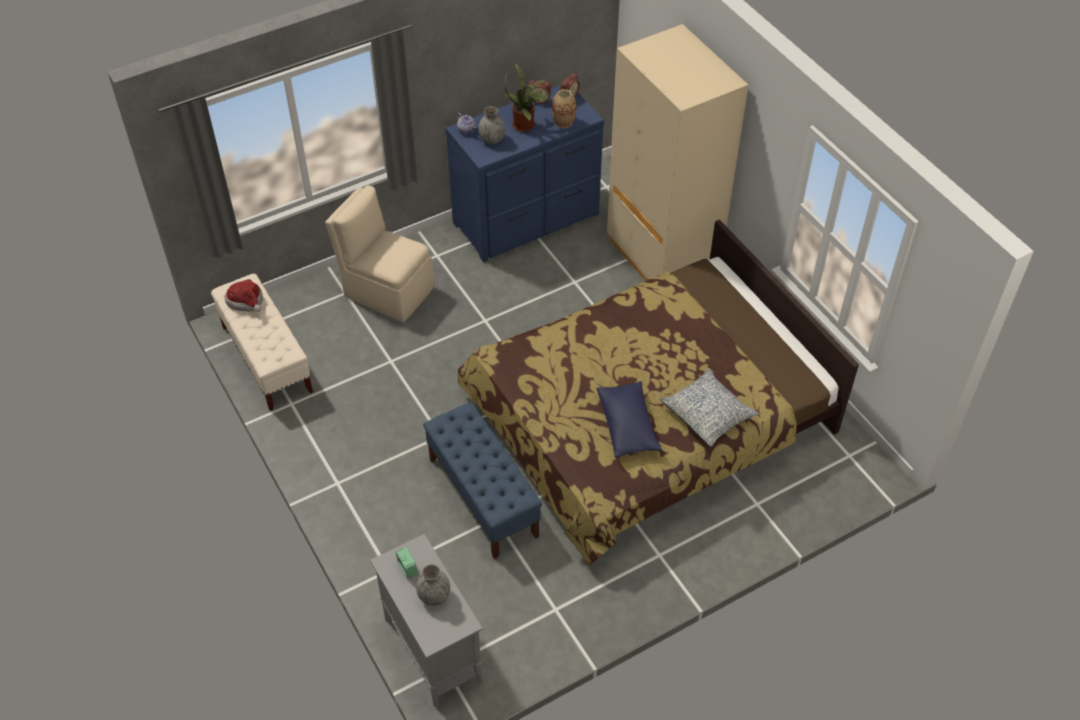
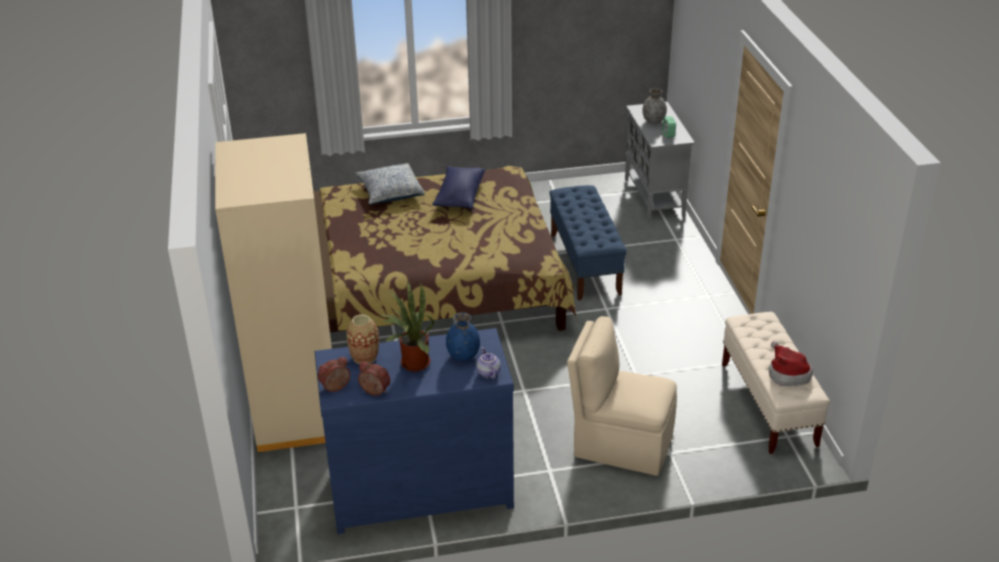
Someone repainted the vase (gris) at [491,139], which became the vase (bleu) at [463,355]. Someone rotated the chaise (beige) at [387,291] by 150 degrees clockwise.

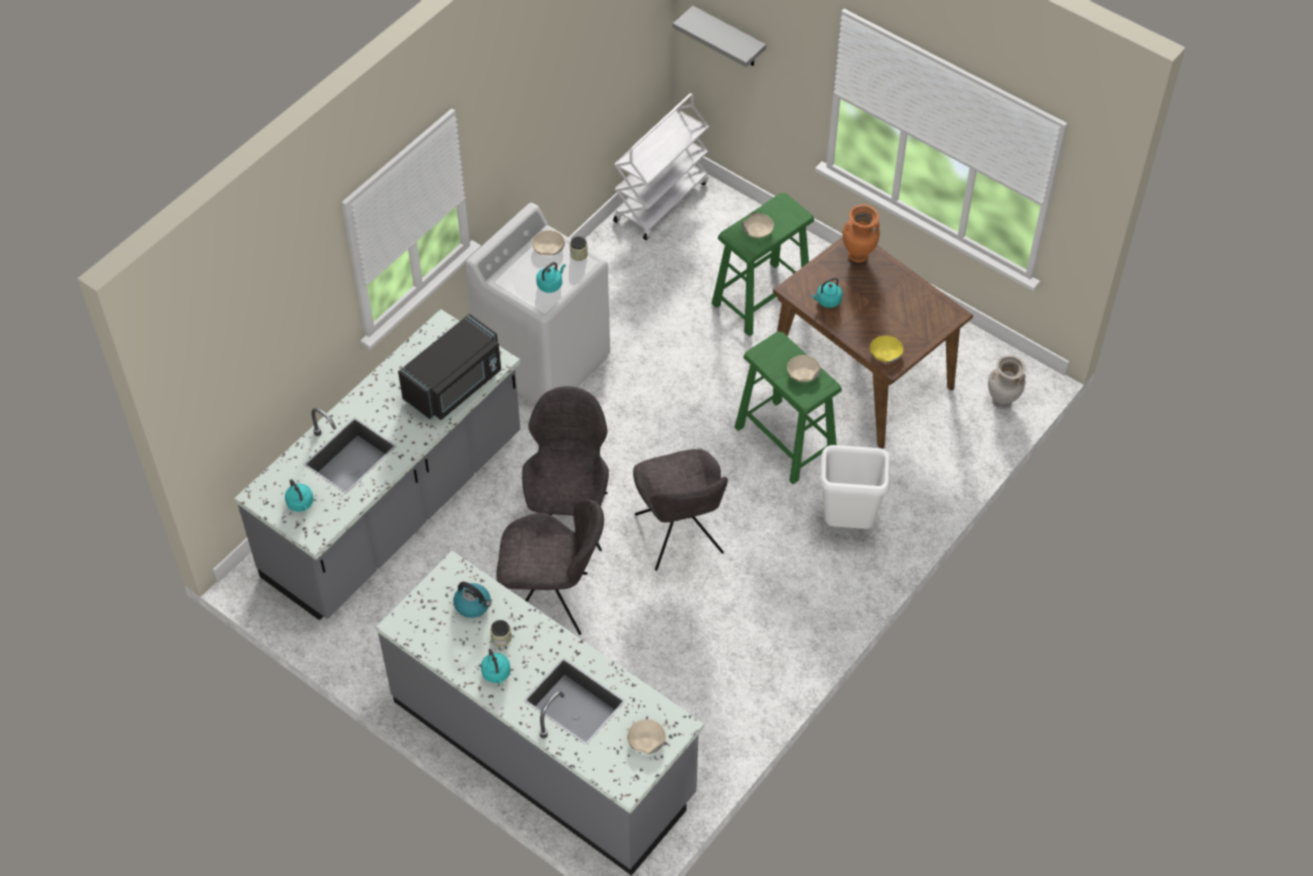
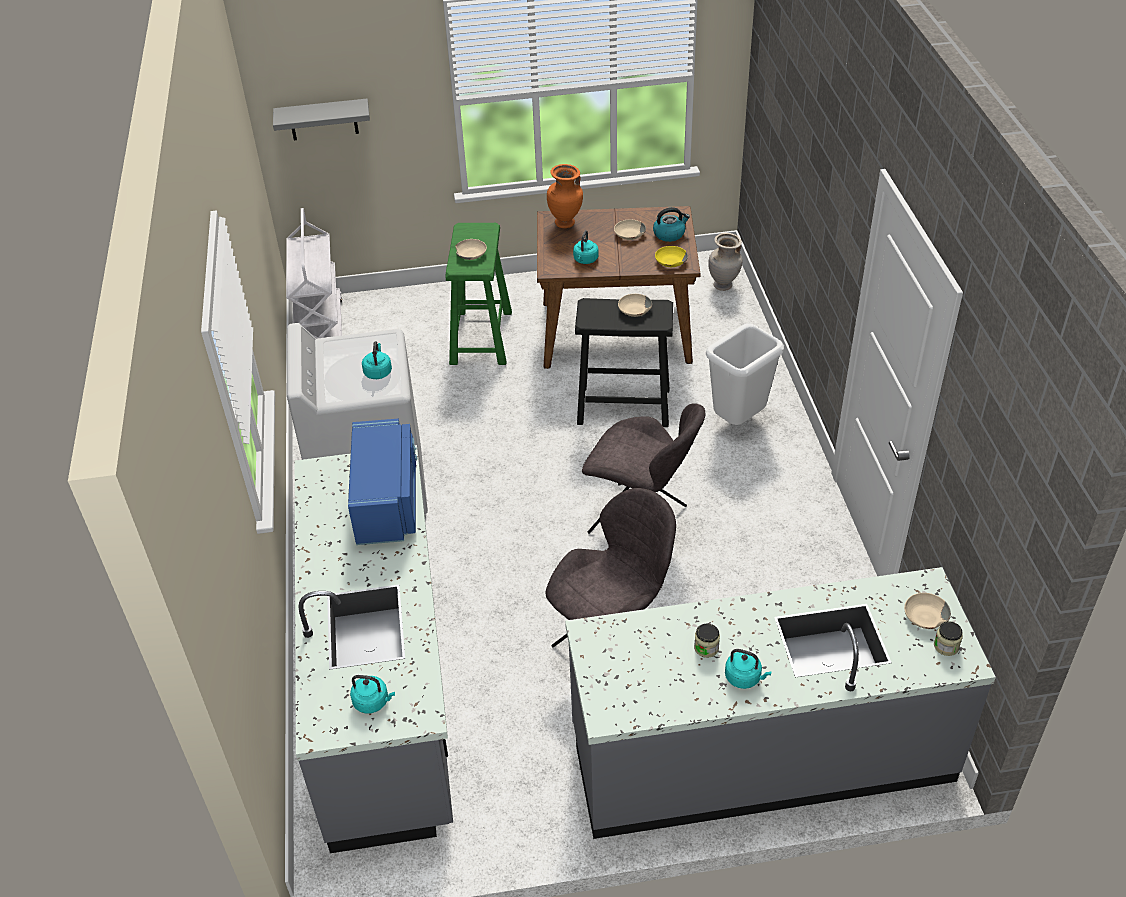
Someone repainted the micro-ondes (noir) at [455,385], which became the micro-ondes (bleu) at [388,502]. Someone repainted the tabouret (vert) at [785,440], which became the tabouret (noir) at [623,406]. Someone carried the bol (beige) from [548,247] to [629,234]. Someone carried the bouilloire from [473,605] to [669,234]. Someone carried the bocal from [578,254] to [946,646]. Someone took away the chaise (gris) at [570,516].

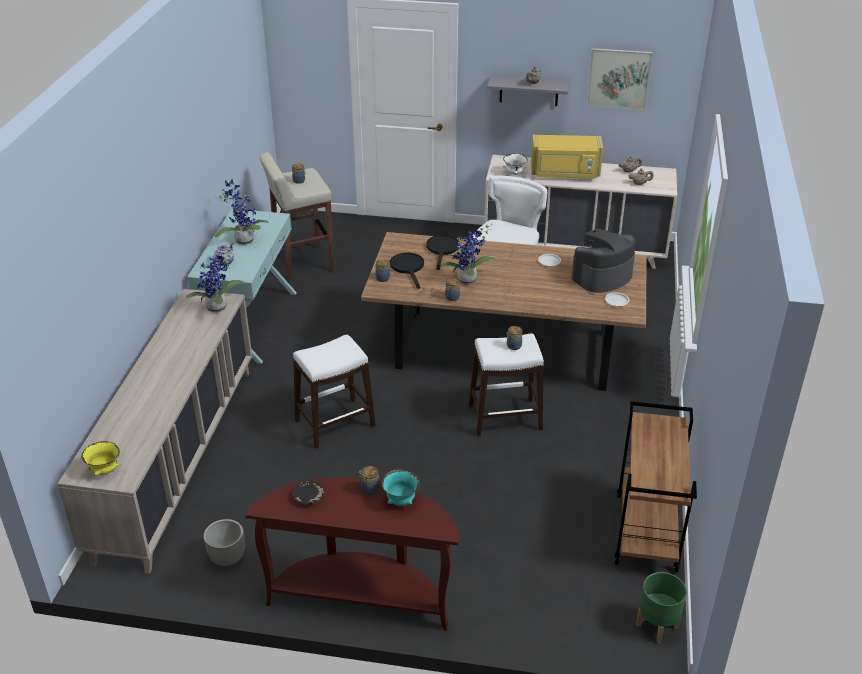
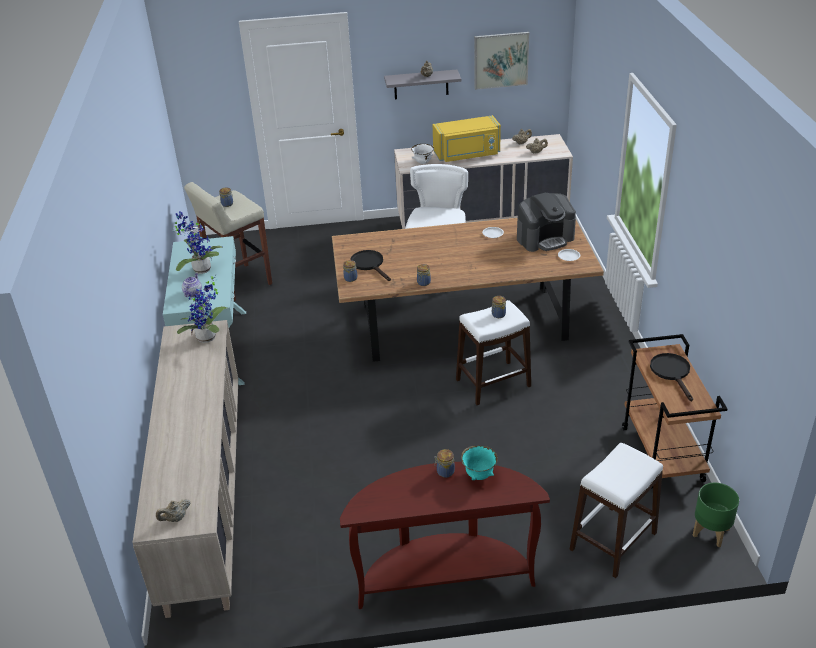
Someone swapped the bol (jaune) at [104,471] for the théière (beige) at [176,518]. Someone rotated the machine à café at [602,277] by 150 degrees counterclockwise. Someone carried the tabouret (blanc) from [334,423] to [612,541]. Someone carried the poêle (noir) from [442,250] to [672,373]. Someone took away the cache-pot at [227,558]. Someone took away the assiette (noir) at [308,497]. Someone took away the plante en pot at [468,281].

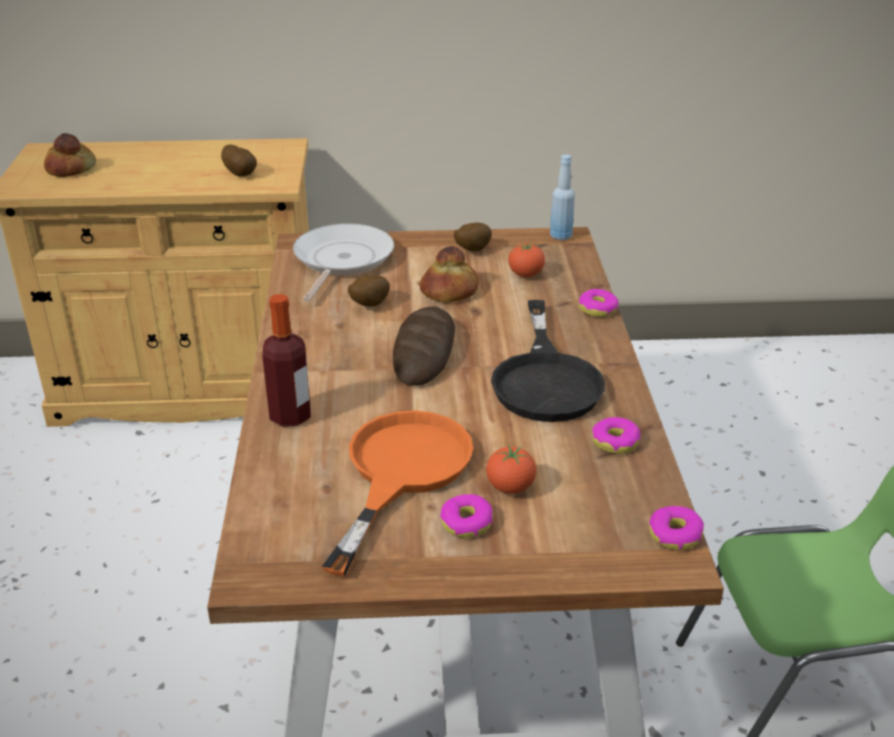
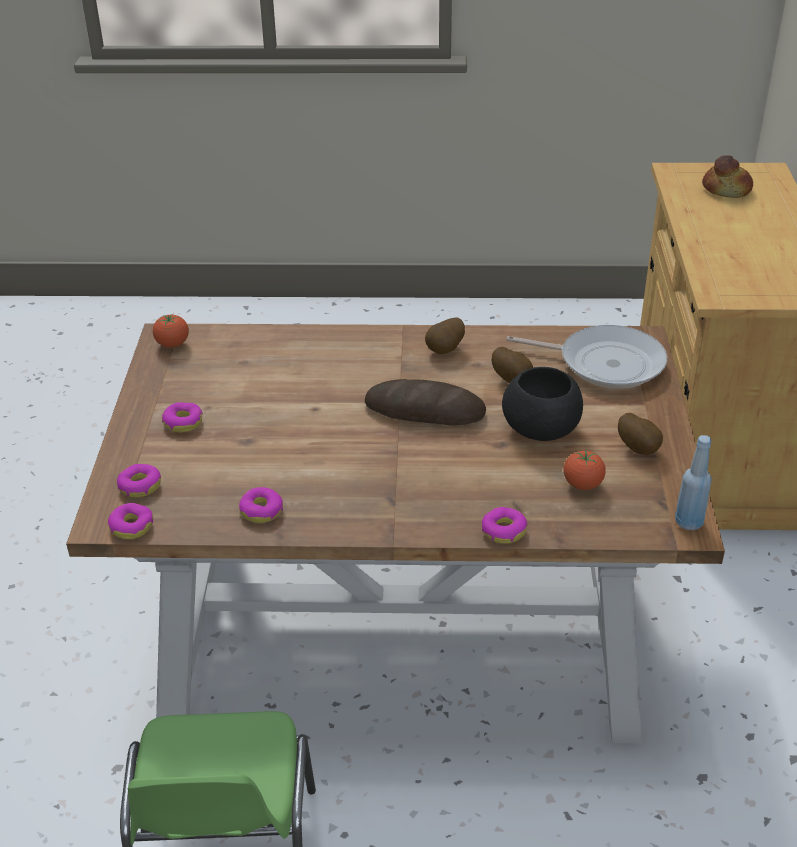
Someone put down the beignet at [139,486]. Someone carried the tomate from [510,487] to [172,344]. Someone carried the pomme de terre from [241,174] to [446,350]. Someone swapped the pain at [449,291] for the bol (noir) at [541,429]. Someone took away the bouteille at [290,416]. Someone took away the poêle (orange) at [401,472]. Someone took away the poêle (noir) at [546,379].

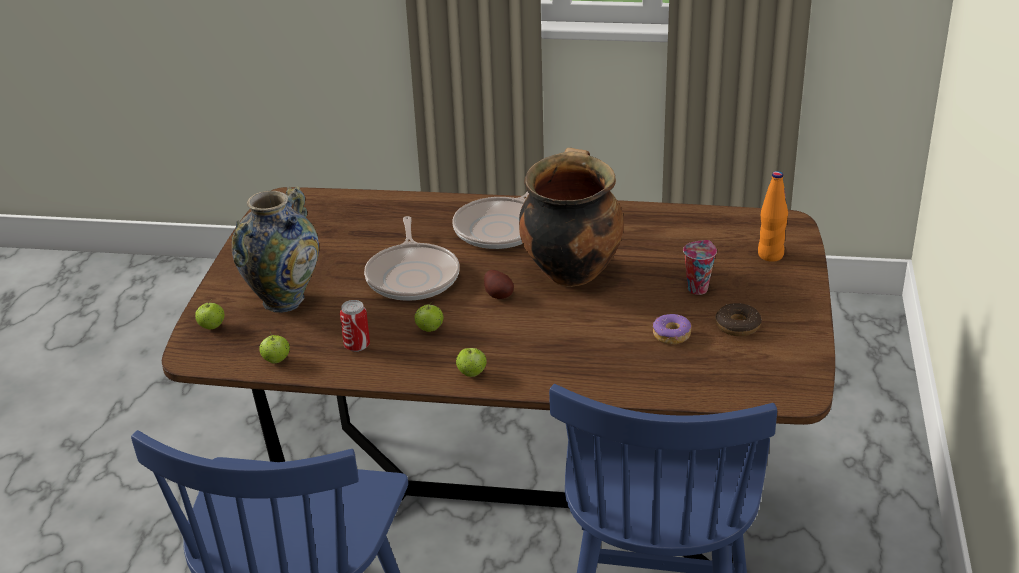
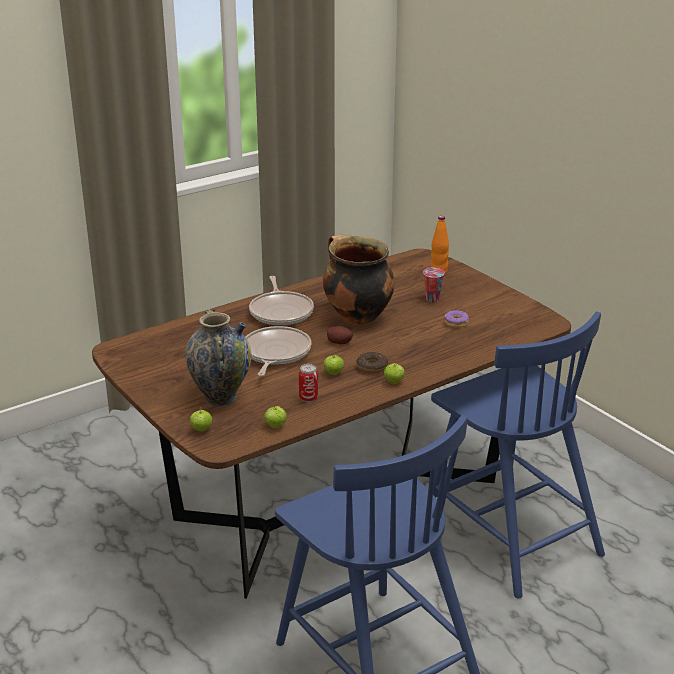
Someone rotated the poêle at [413,276] by 120 degrees counterclockwise. Someone carried the beignet from [737,326] to [372,367].

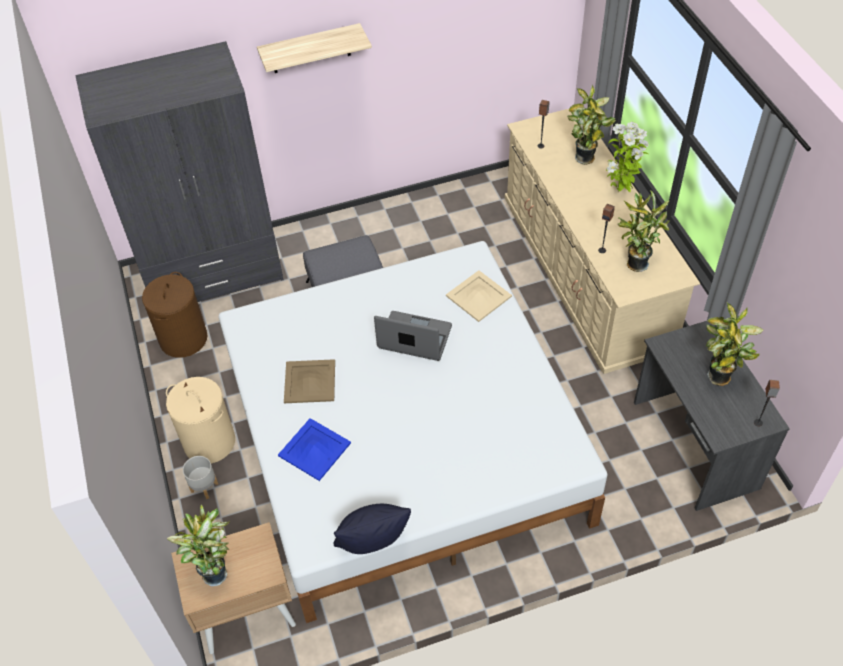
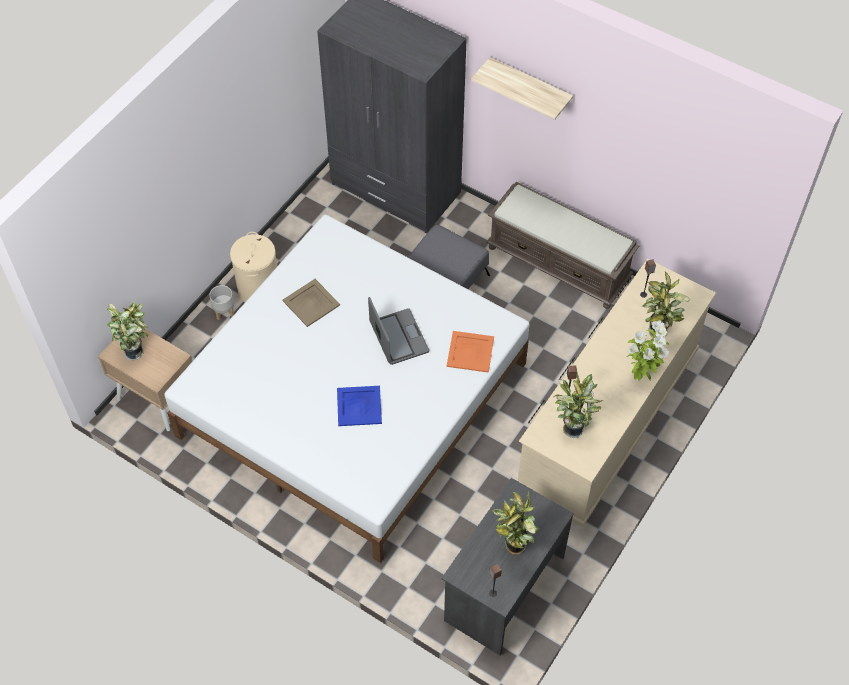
Someone carried the plateau (bleu) from [314,449] to [359,405]. Someone repainted the plateau (beige) at [478,295], which became the plateau (orange) at [471,351]. Someone put down the banc (marron) at [559,263]. Someone took away the panier à linge (marron) at [183,338]. Someone took away the coussin (noir) at [373,542].

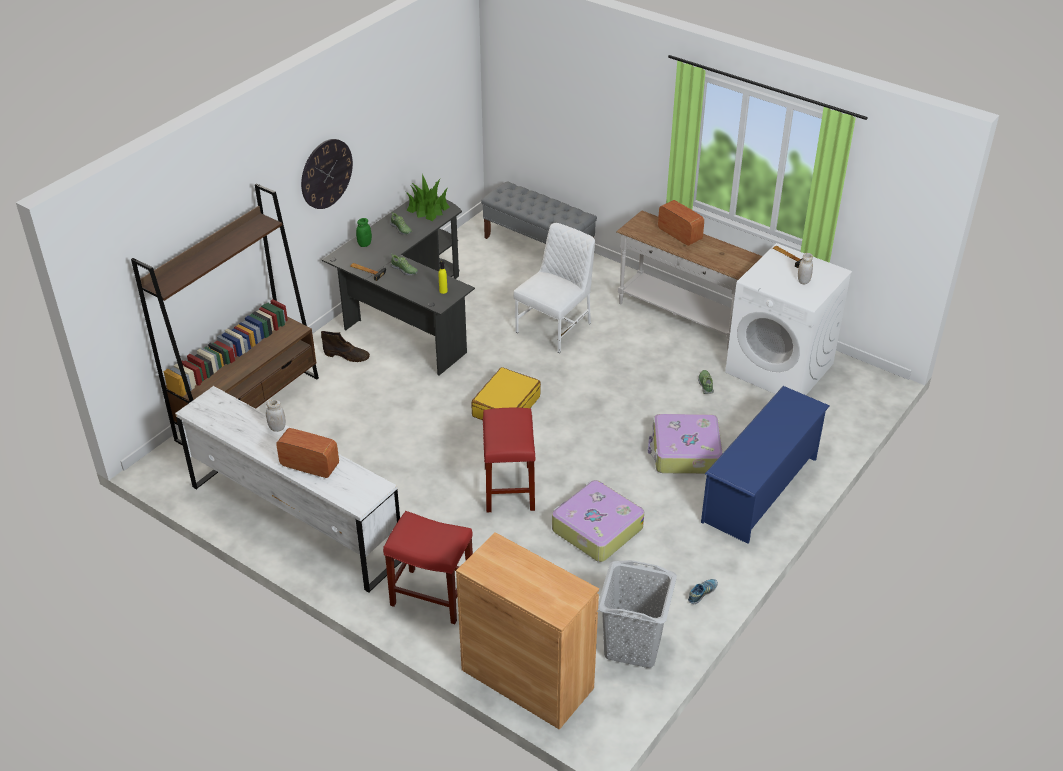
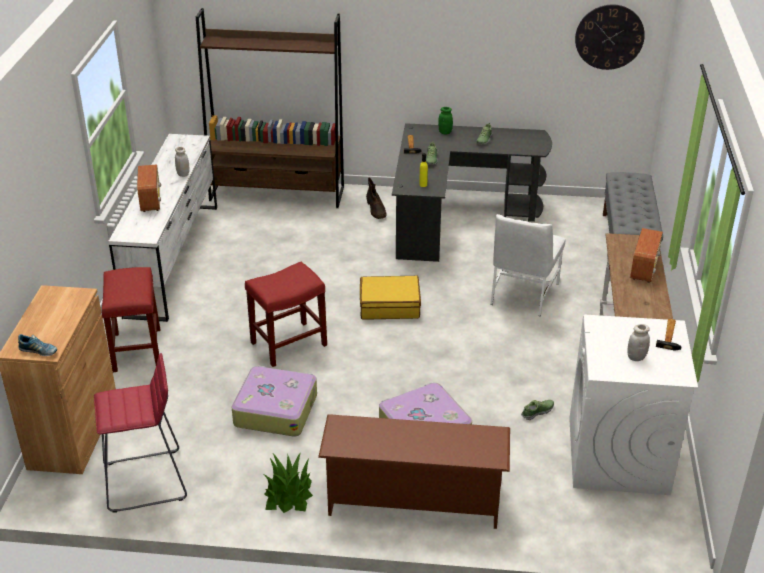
Someone carried the chaussure from [702,593] to [38,351]. Someone swapped the panier à linge (gris) at [633,645] for the tabouret (rouge) at [146,481]. Someone carried the plante en pot from [427,209] to [288,494]. Someone repainted the étagère à chaussures (bleu) at [760,490], which became the étagère à chaussures (marron) at [413,500]. Someone rotated the chaise (blanc) at [555,327] by 105 degrees clockwise. Someone carried the horloge murale from [326,173] to [609,37].

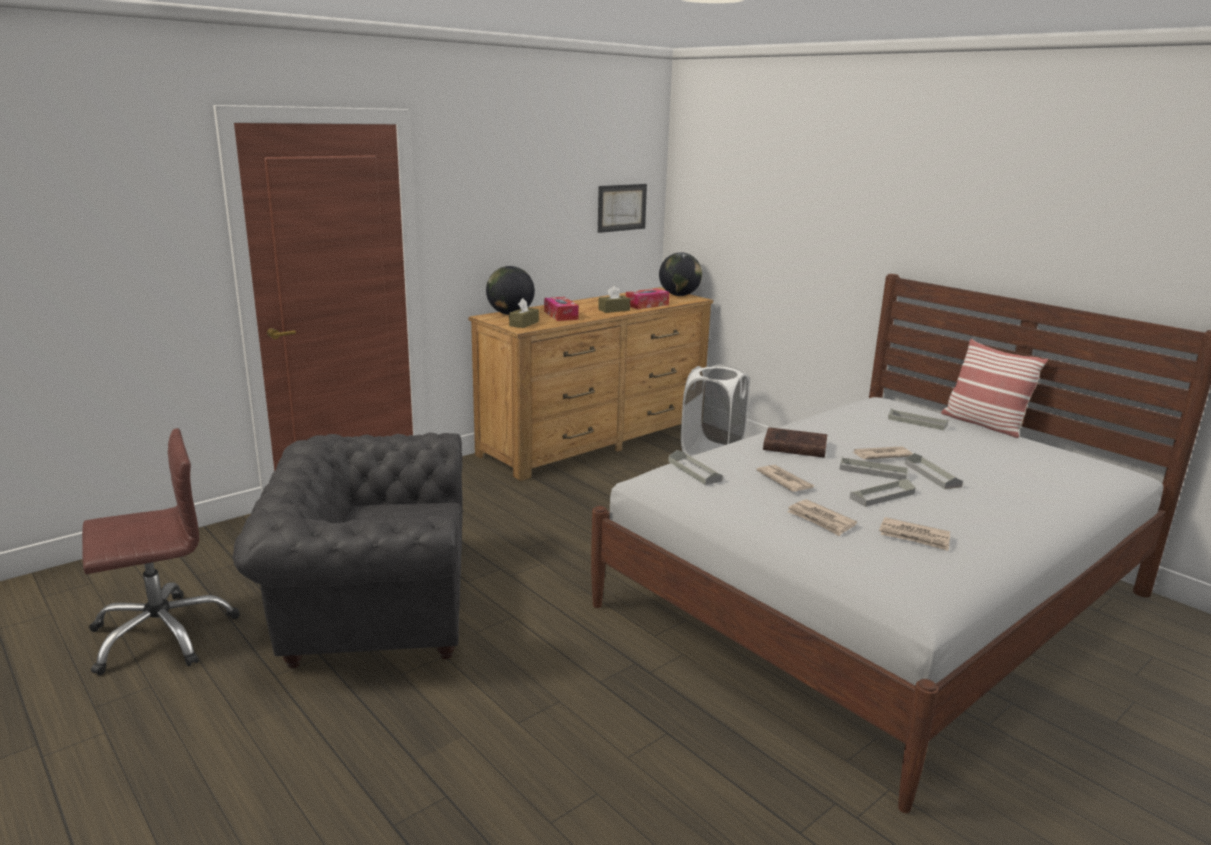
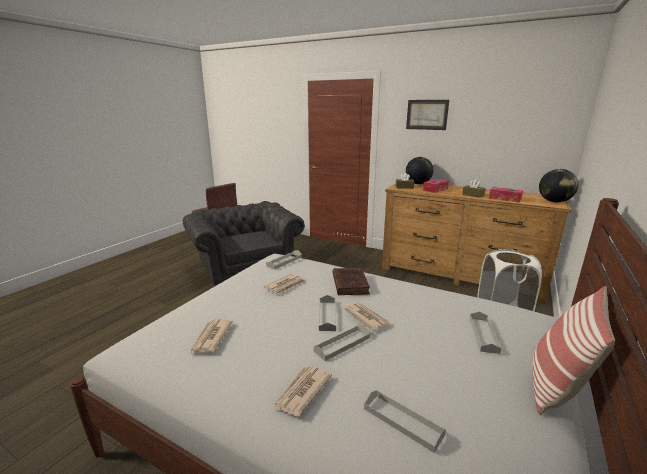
Someone carried the journal from [821,520] to [302,392]. Someone carried the plateau (gris) from [882,496] to [402,421]. Someone carried the tableau from [621,207] to [427,114].

